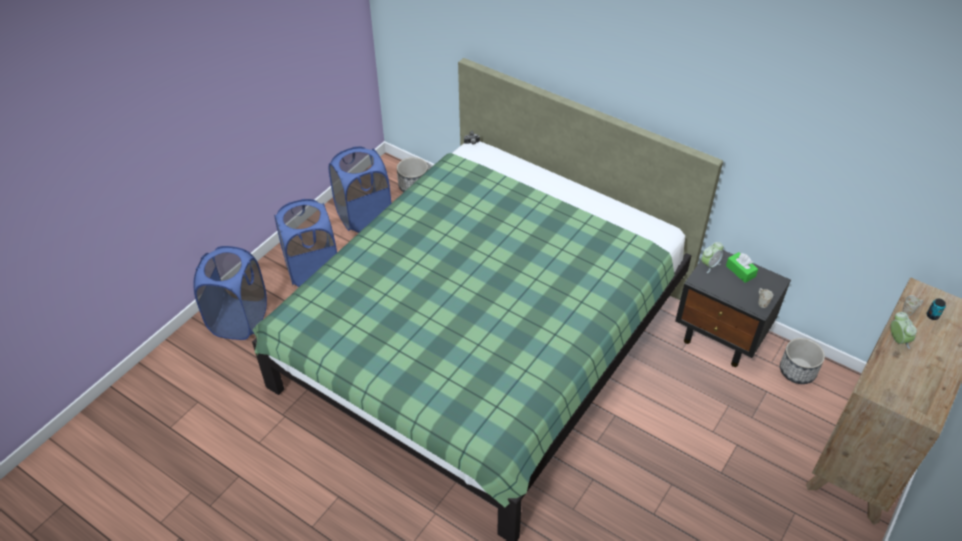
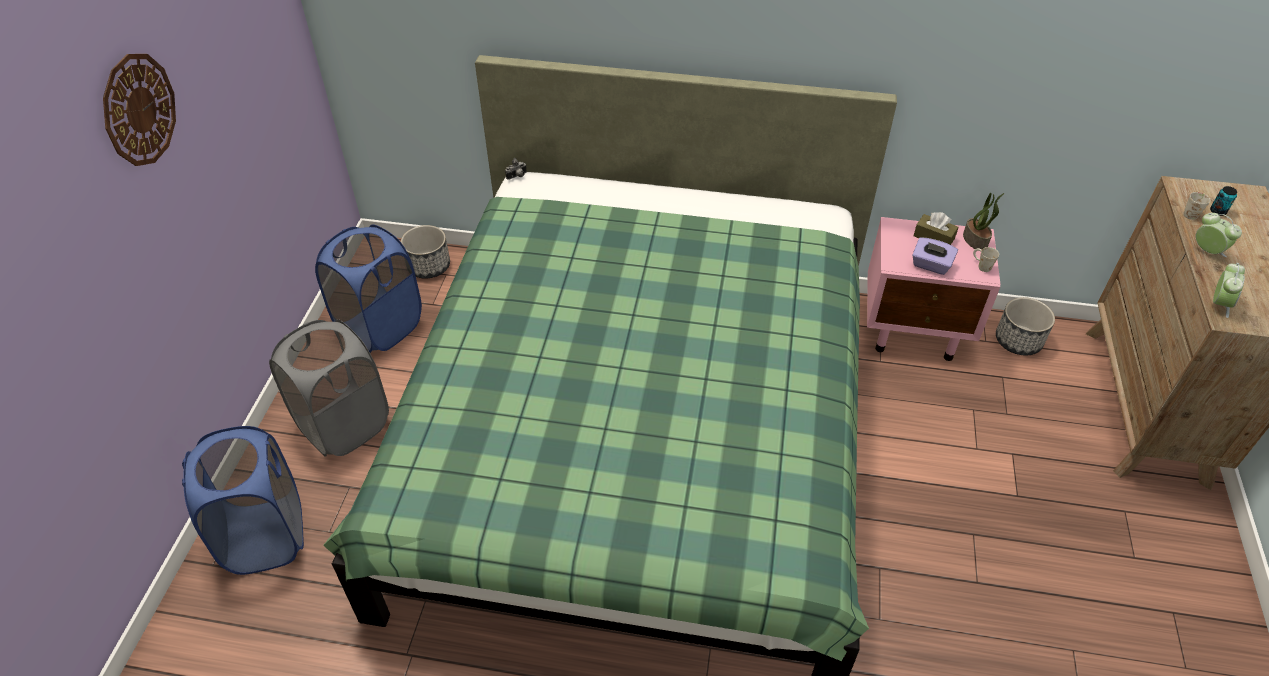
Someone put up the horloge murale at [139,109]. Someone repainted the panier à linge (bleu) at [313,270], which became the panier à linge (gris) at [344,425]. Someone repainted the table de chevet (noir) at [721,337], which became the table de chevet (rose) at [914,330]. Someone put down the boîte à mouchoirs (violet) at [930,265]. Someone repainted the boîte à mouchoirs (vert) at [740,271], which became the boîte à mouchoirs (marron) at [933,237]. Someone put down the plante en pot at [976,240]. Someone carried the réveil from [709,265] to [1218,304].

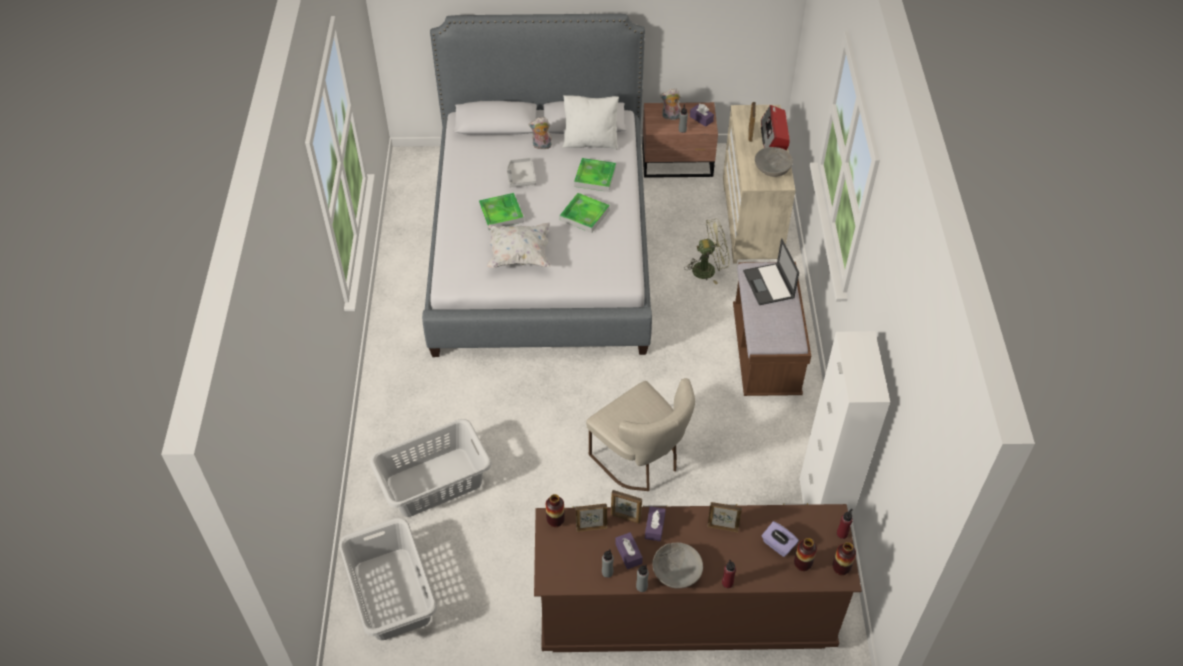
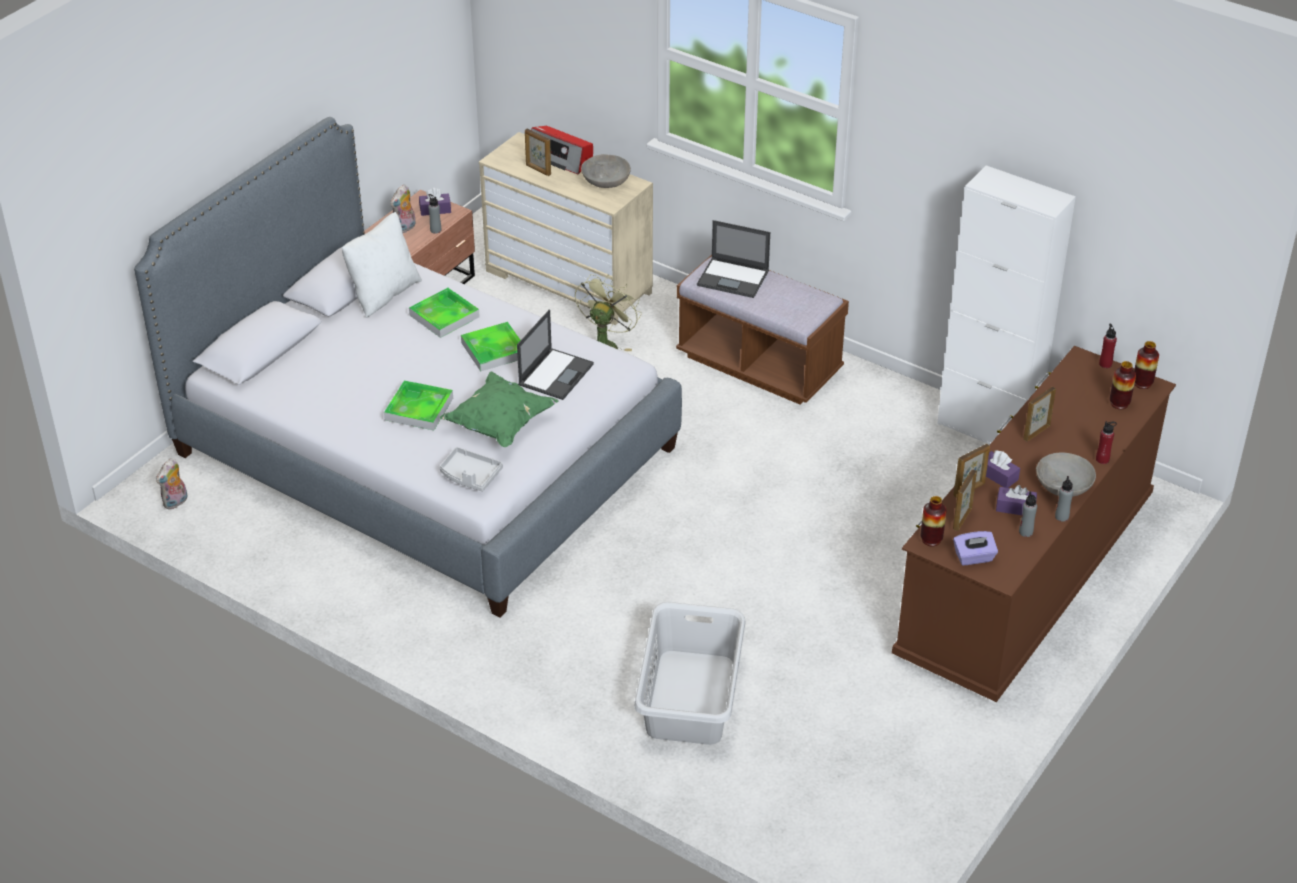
Someone carried the peluche from [541,146] to [176,502]. Someone carried the plateau (gris) from [520,177] to [470,476]. Someone repainted the coussin (blanc) at [519,255], which became the coussin (vert) at [499,424]. Someone put down the ordinateur portable at [556,374]. Someone carried the boîte à mouchoirs (violet) from [778,545] to [974,557]. Someone took away the panier à linge (gris) at [393,593]. Someone took away the chaise (beige) at [641,460].

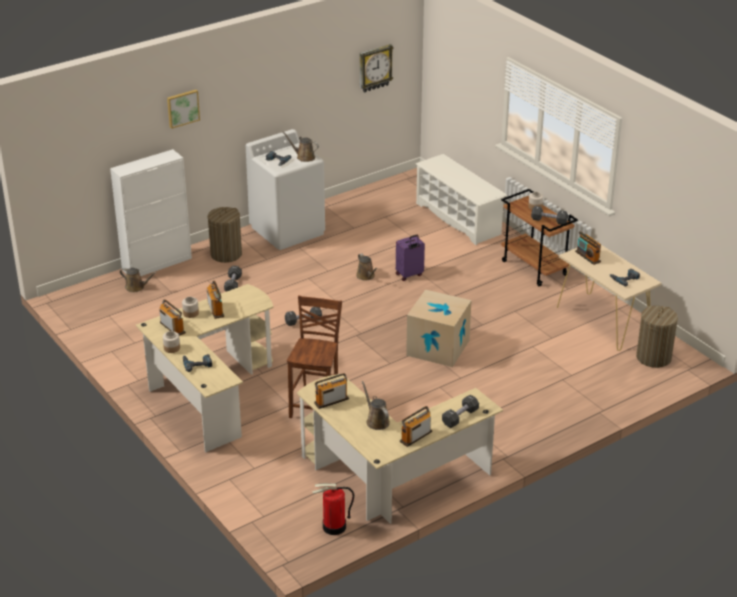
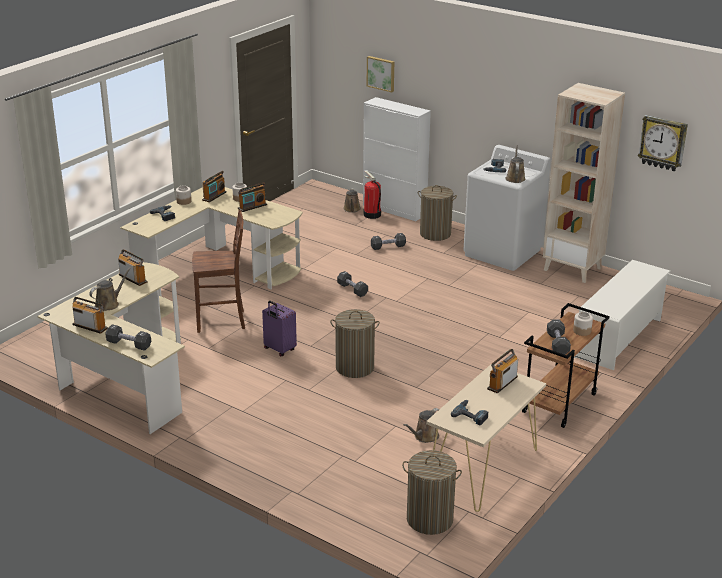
Someone carried the valise (violet) from [409,275] to [279,350]. Someone swapped the carton at [438,347] for the panier à linge at [354,367]. Someone carried the extincteur from [334,527] to [371,215]. Someone carried the tableau from [182,108] to [381,73]. Someone carried the arrosoir (marron) from [366,276] to [424,437]. Someone put down the bibliothèque (beige) at [573,269].

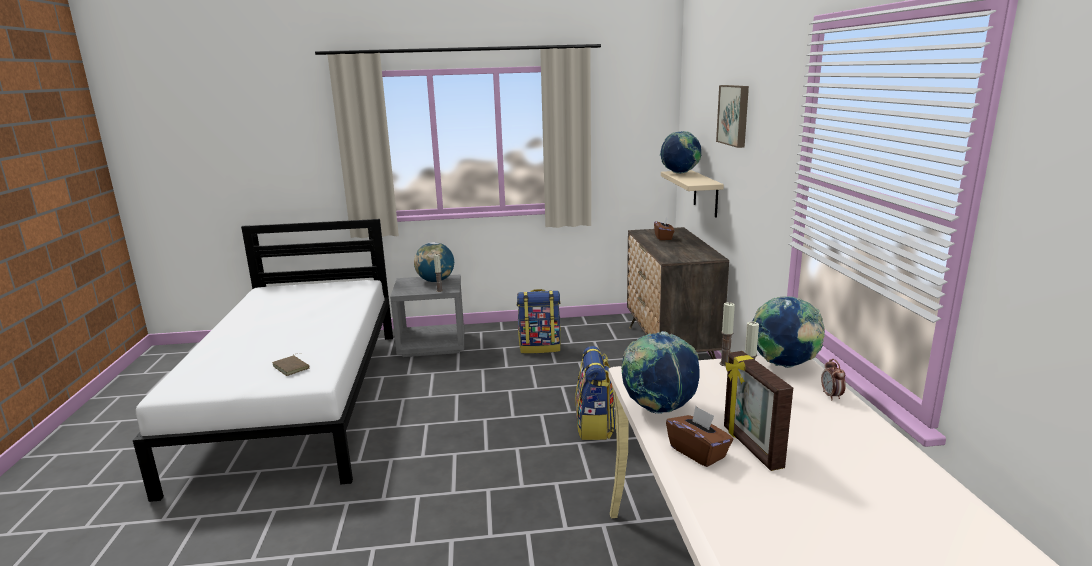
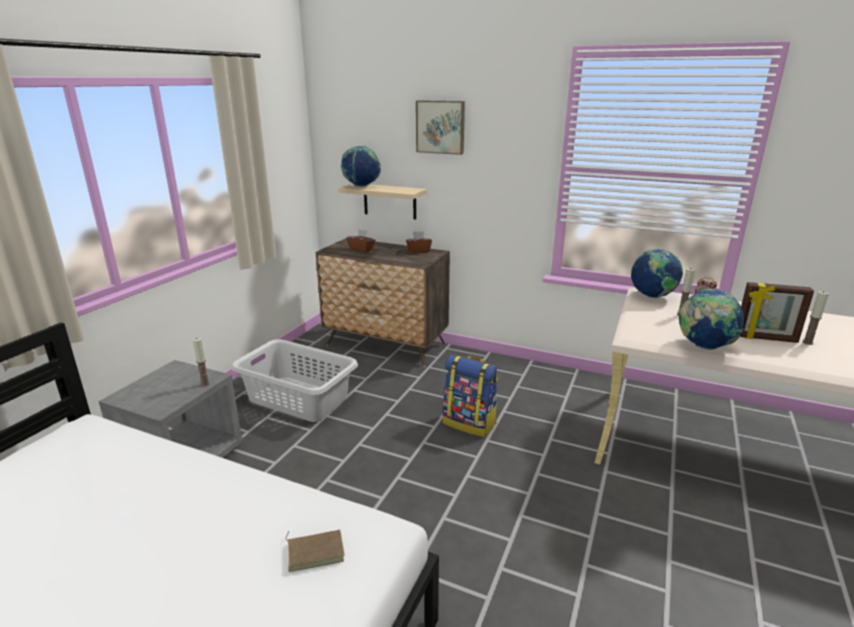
Someone swapped the sac à dos at [540,347] for the panier à linge (gris) at [298,398]. Someone carried the boîte à mouchoirs (marron) from [698,452] to [418,251]. Someone carried the bougie from [725,364] to [807,342]. Someone took away the globe at [435,281].

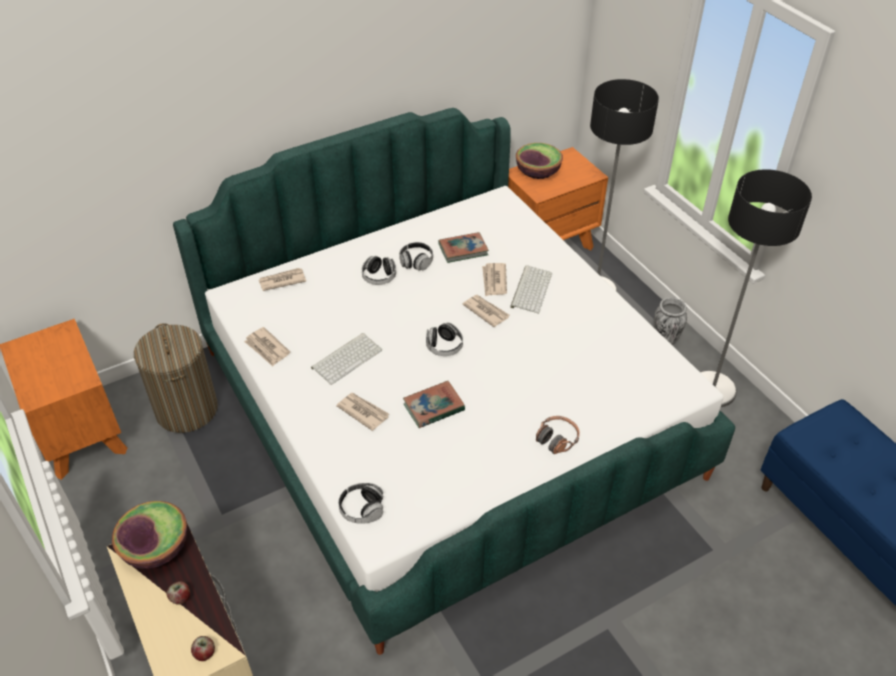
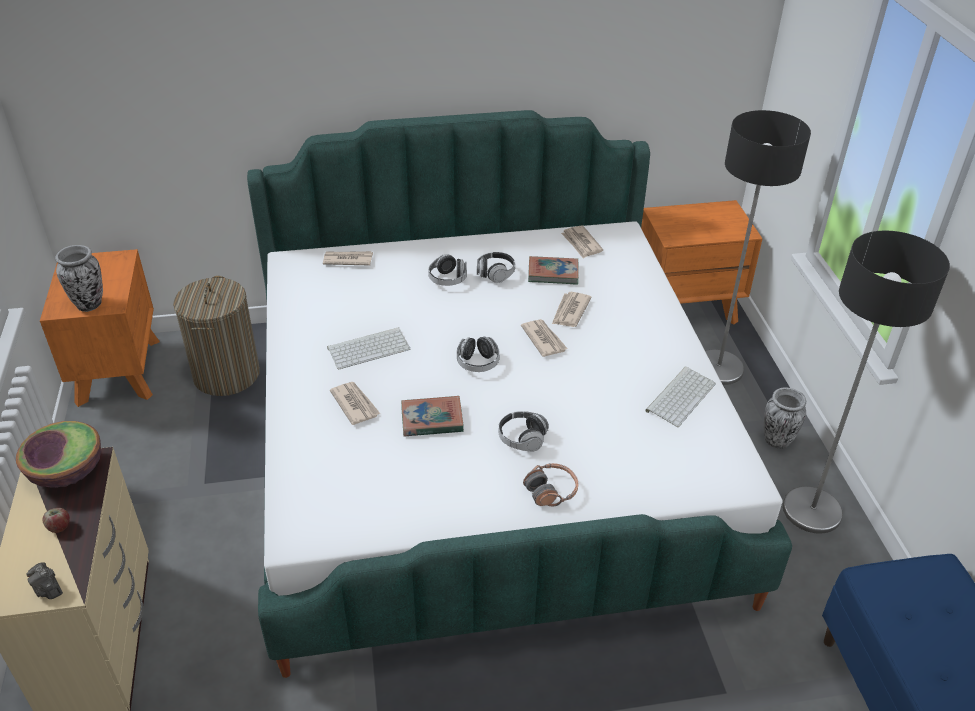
Someone swapped the pomme at [205,653] for the appareil photo at [47,589]. Someone put down the vase at [90,304]. Someone carried the casque audio from [362,509] to [522,438]. Someone carried the journal from [267,348] to [581,243]. Someone carried the clavier from [530,289] to [680,396]. Someone took away the bol at [537,172].

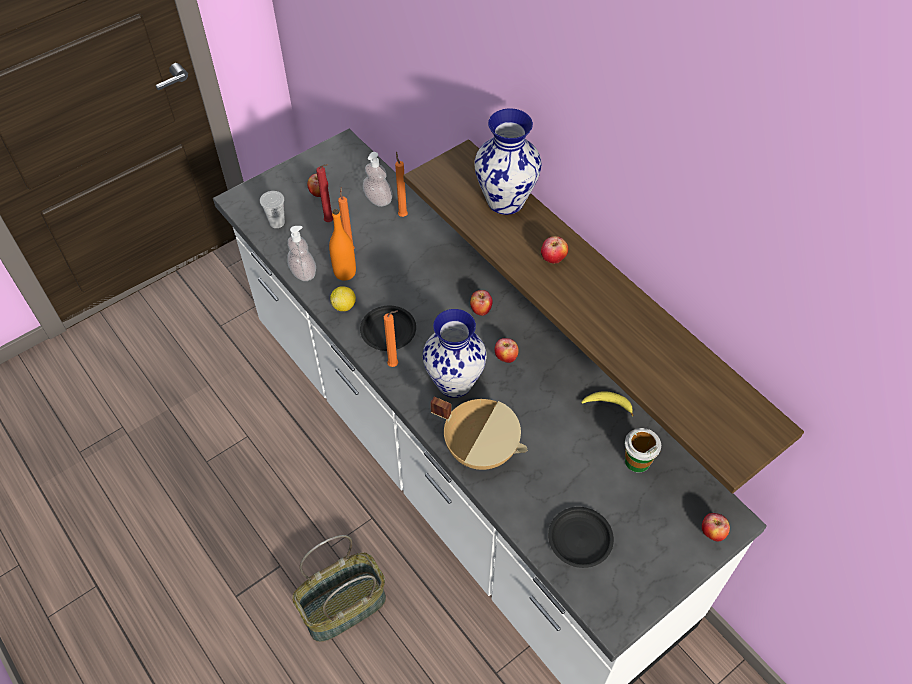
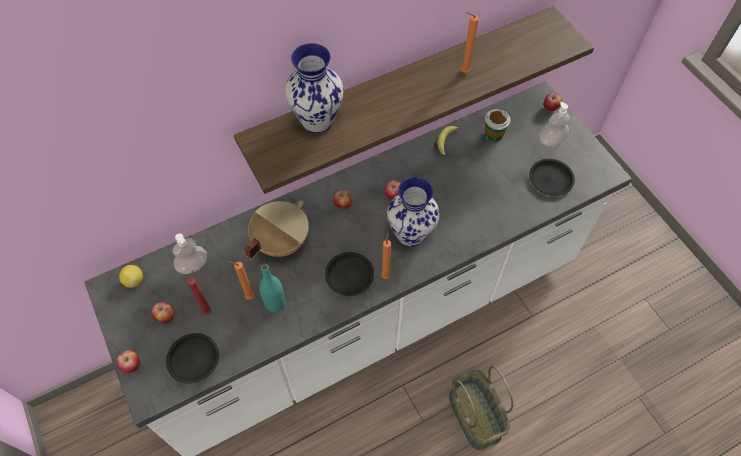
Someone carried the pomme from [553,260] to [132,366]. Someone carried the citron from [344,306] to [134,280]. Someone swapped the tasse (blanc) at [277,222] for the assiette (noir) at [193,359]. Someone carried the marmite (beige) from [481,448] to [280,241]. Someone repainted the bouteille (orange) at [345,272], which became the bouteille (turquoise) at [275,303]. Someone carried the bougie (orange) from [402,214] to [463,72]. Someone carried the distributeur de savon from [303,273] to [551,141].

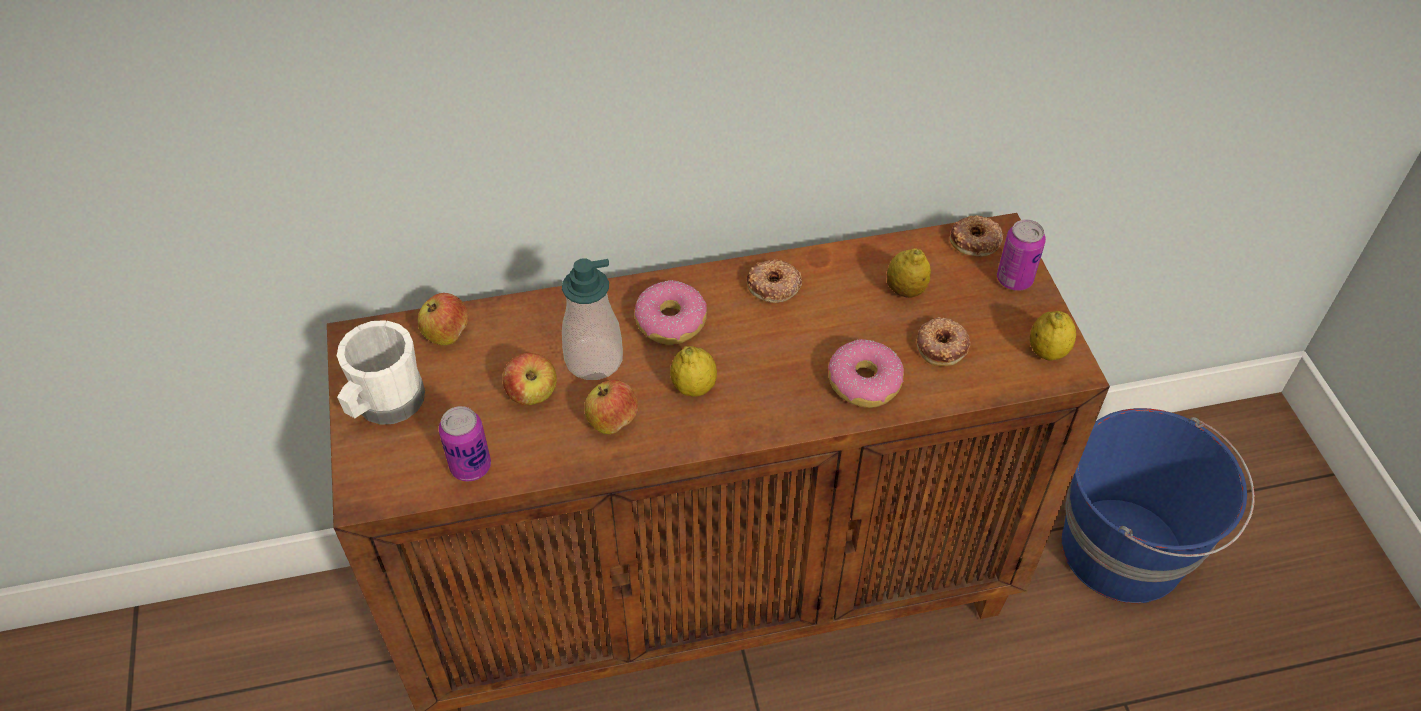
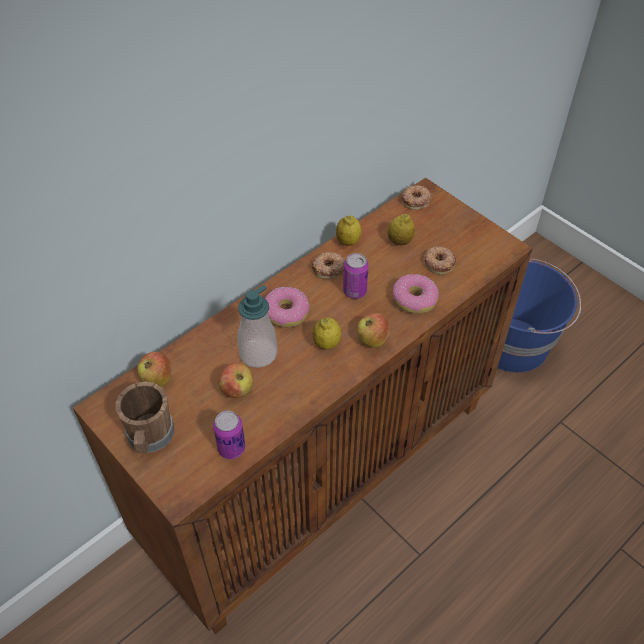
Someone repainted the mug (blanc) at [385,404], which became the mug (marron) at [150,438]. Someone carried the citron from [1047,352] to [348,241]. Someone carried the boîte métallique from [1014,279] to [354,291]. Someone carried the pomme from [612,422] to [372,340].

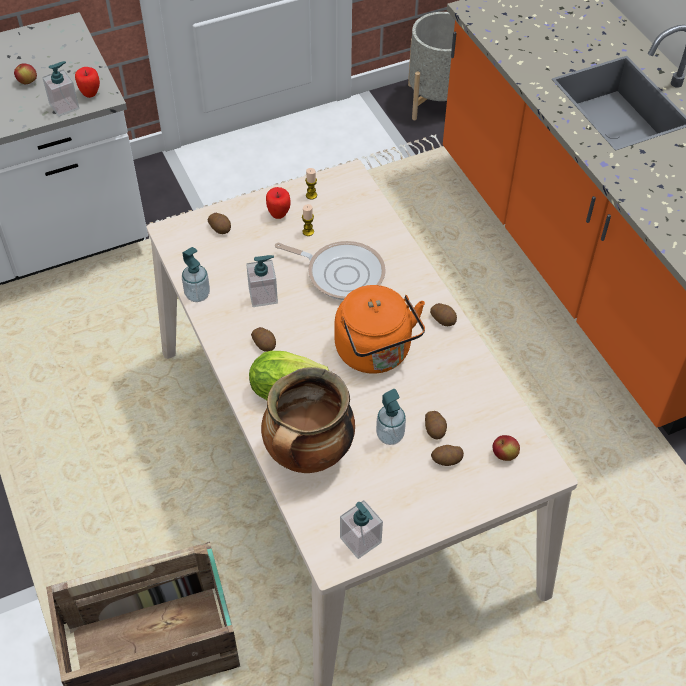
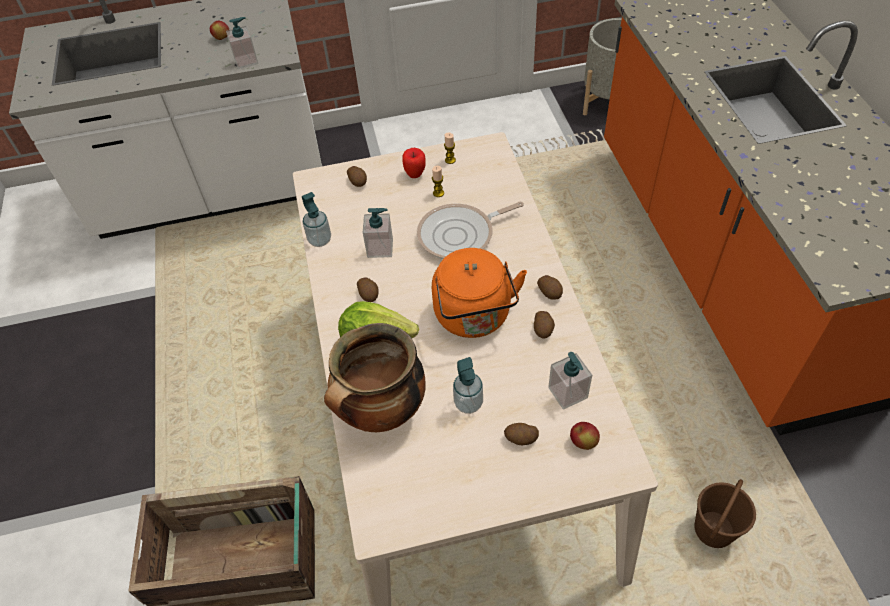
Someone rotated the poêle at [341,273] by 120 degrees clockwise. Someone carried the pomme de terre from [435,430] to [543,329]. Someone carried the distributeur de savon from [360,540] to [568,393]. Someone put down the seau (marron) at [713,530]. Someone took away the pomme at [90,94].

